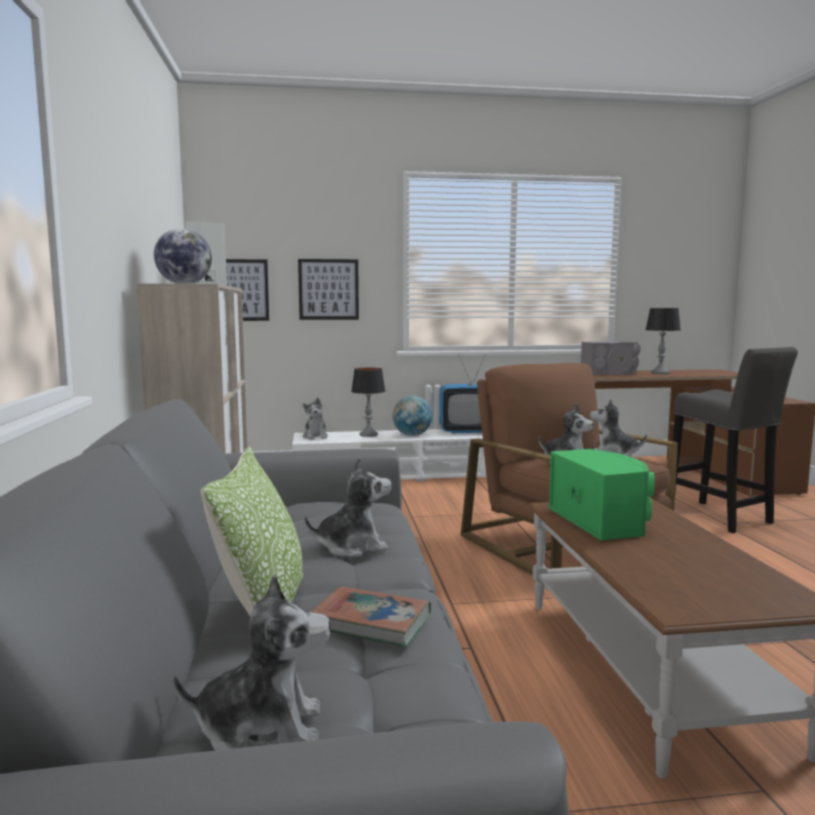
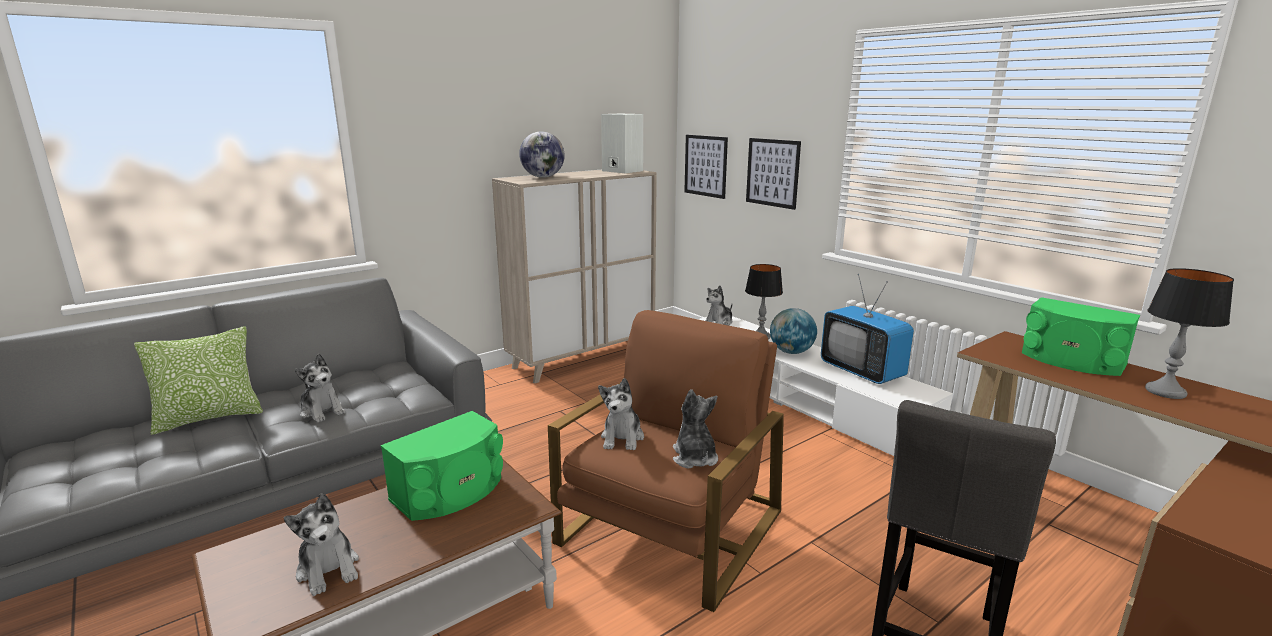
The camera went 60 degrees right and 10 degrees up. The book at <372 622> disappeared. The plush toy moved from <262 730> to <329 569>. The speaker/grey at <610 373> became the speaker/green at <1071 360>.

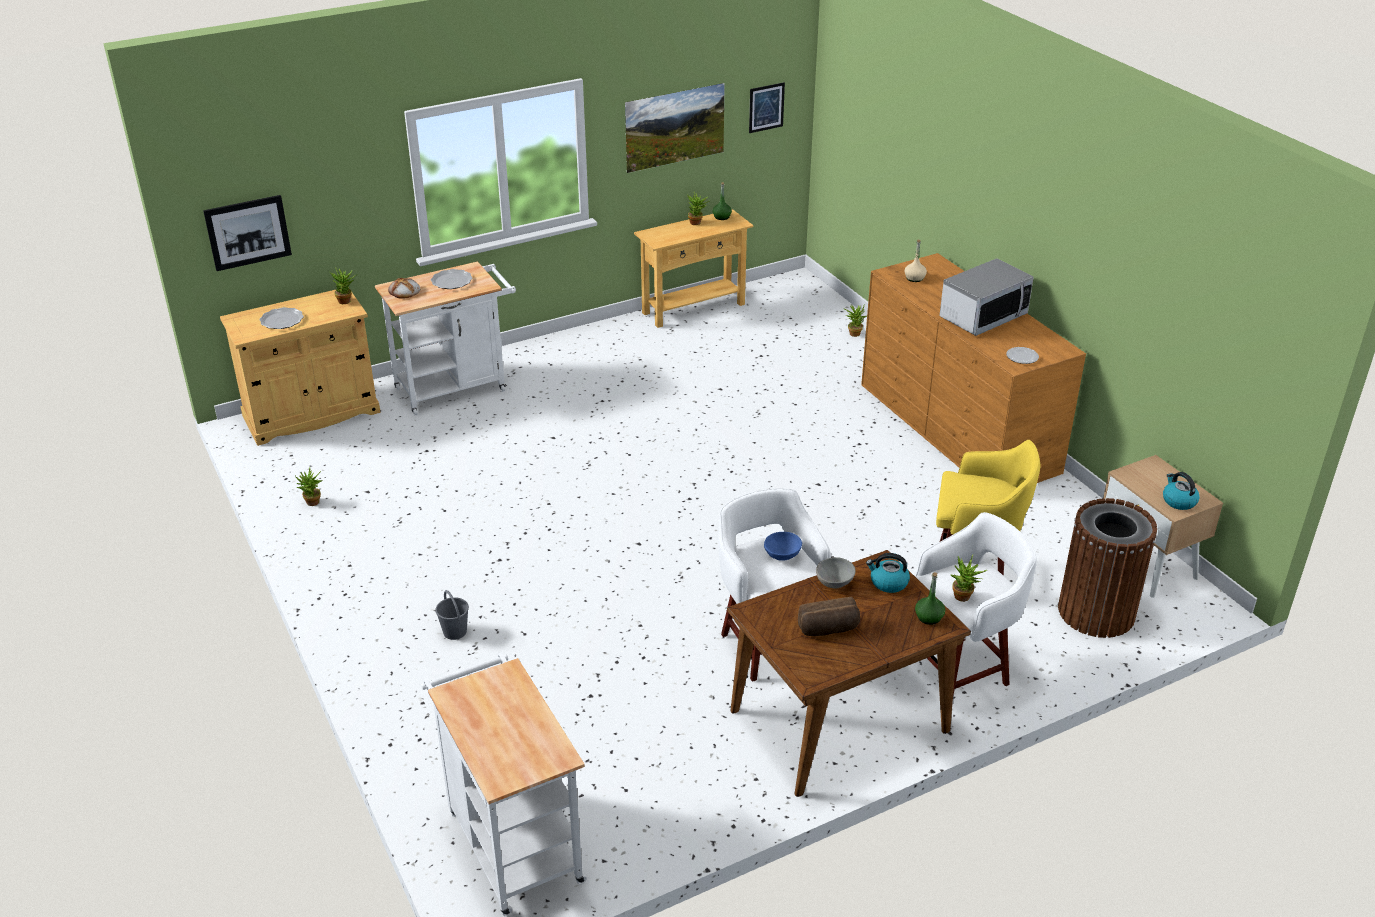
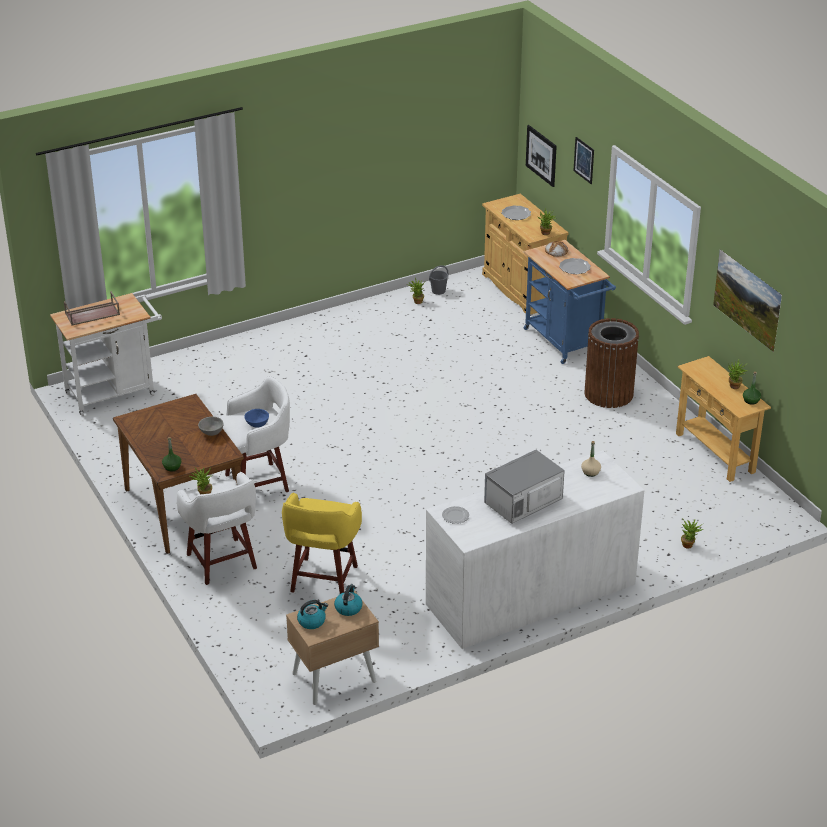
The camera went 90 degrees right and 0 degrees up. The bread at <828 629> disappeared. The tray/brown at <92 314> appeared. The bucket/grey moved from <455 632> to <438 291>. The picture moved from <766 107> to <584 160>. The kettle moved from <888 583> to <348 608>. The trash can/brown moved from <1096 612> to <609 394>. The cart/white at <457 387> became the cart/blue at <565 343>. The dresser/brown at <957 427> became the dresser/white at <531 594>. The microwave at <983 317> turned 90 degrees clockwise.

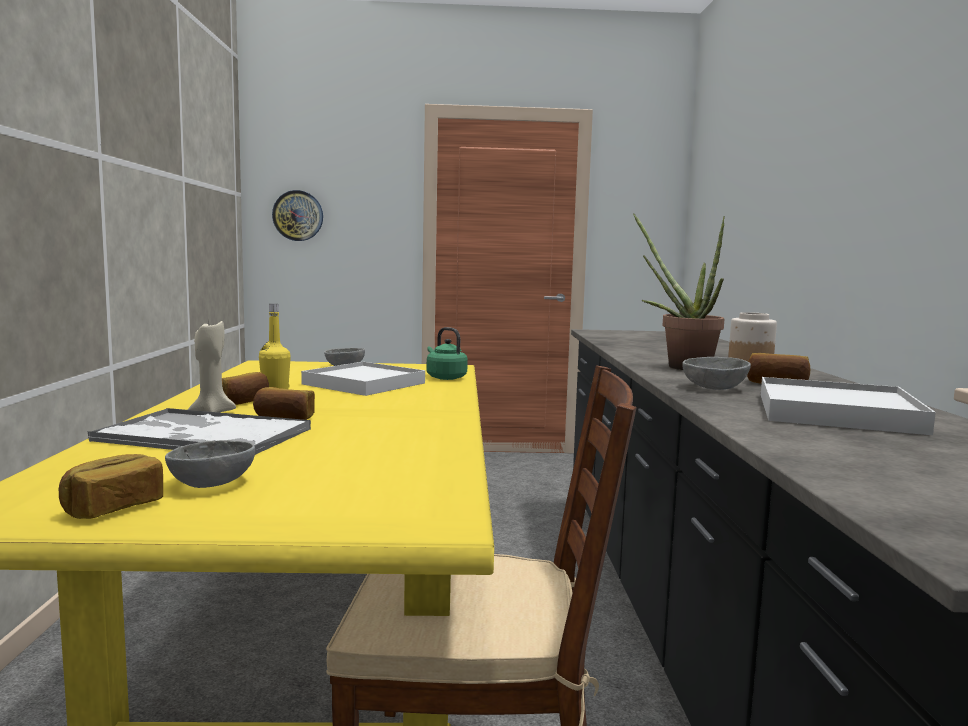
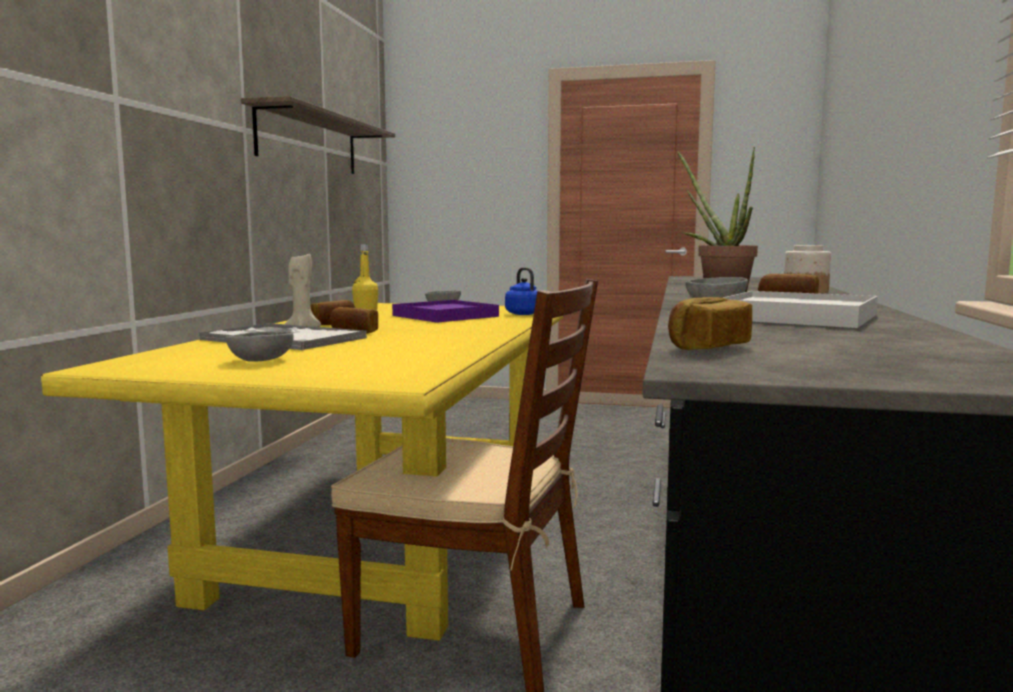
The camera went 15 degrees right and 0 degrees up. The wall clock at <298 215> disappeared. The shelf at <309 142> appeared. The bread moved from <113 507> to <707 347>. The tray/white at <363 384> became the tray/purple at <445 316>. The kettle/green at <445 377> became the kettle/blue at <522 313>.

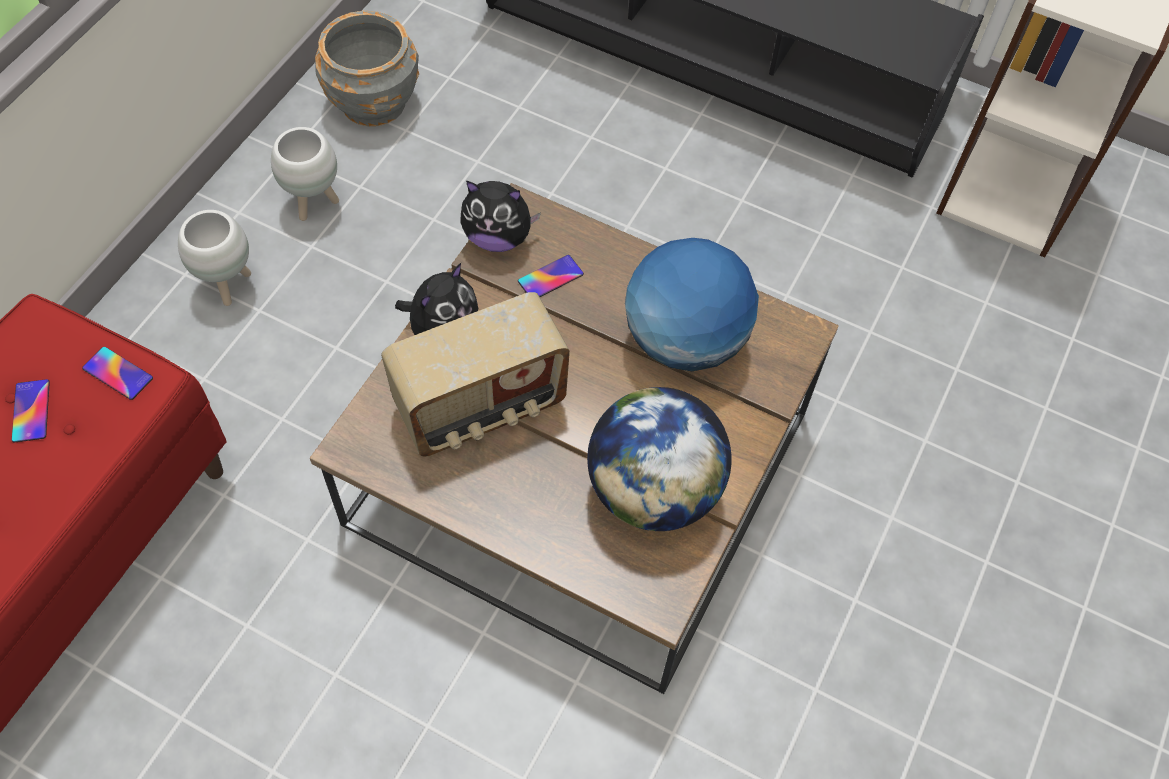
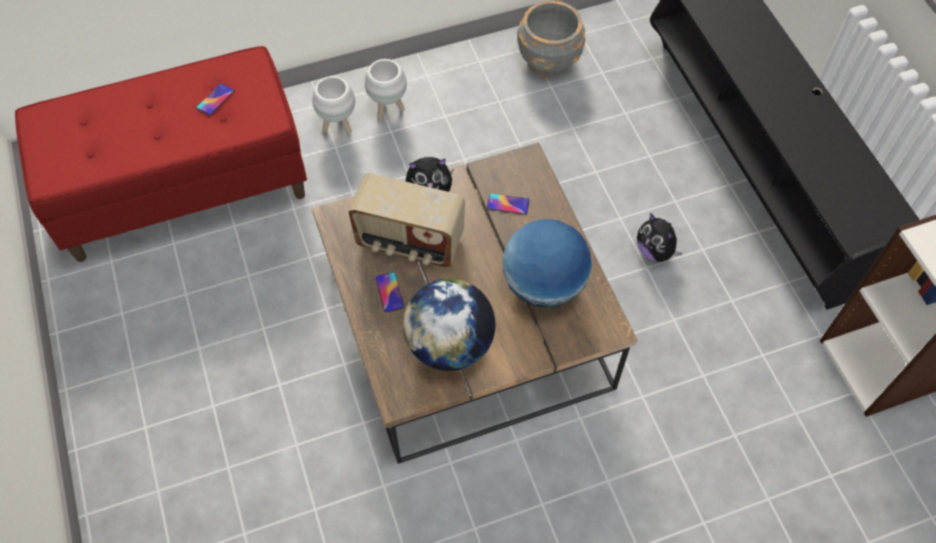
The camera went 45 degrees right and 0 degrees up. The phone moved from <118 373> to <389 292>. The planter/white moved from <314 203> to <338 126>. The plush toy moved from <498 237> to <655 251>.

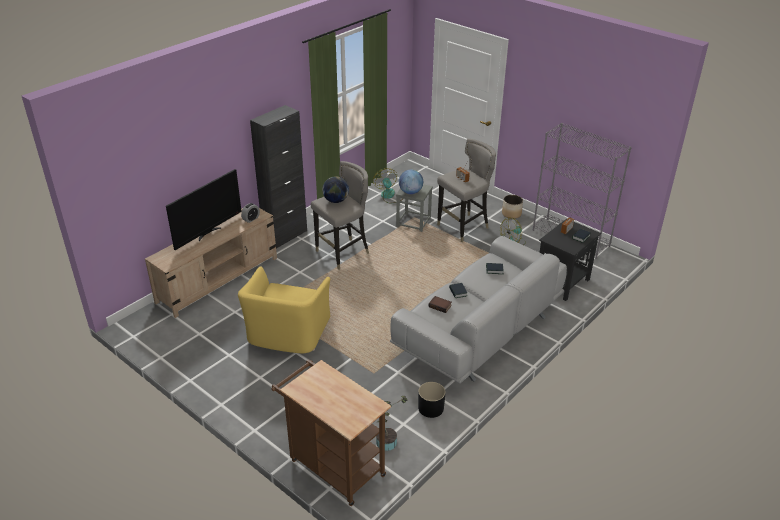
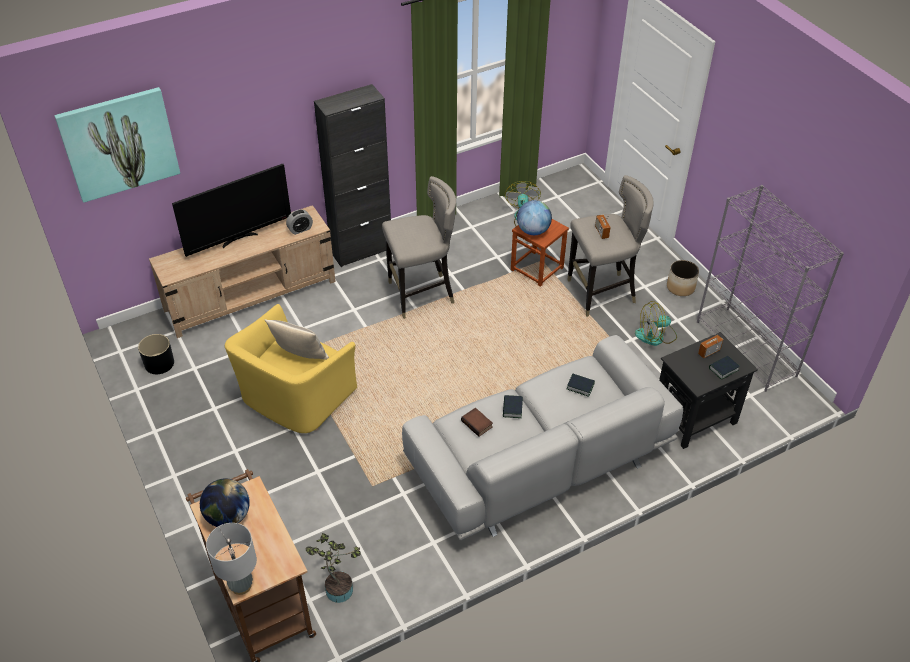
The camera went 20 degrees right and 10 degrees up. The picture at <119 143> appeared. The table lamp/grey at <241 585> appeared. The pillow at <301 356> appeared. The globe moved from <336 201> to <228 516>. The planter/black moved from <431 408> to <159 364>. The stool/grey at <413 222> became the stool/brown at <537 268>.

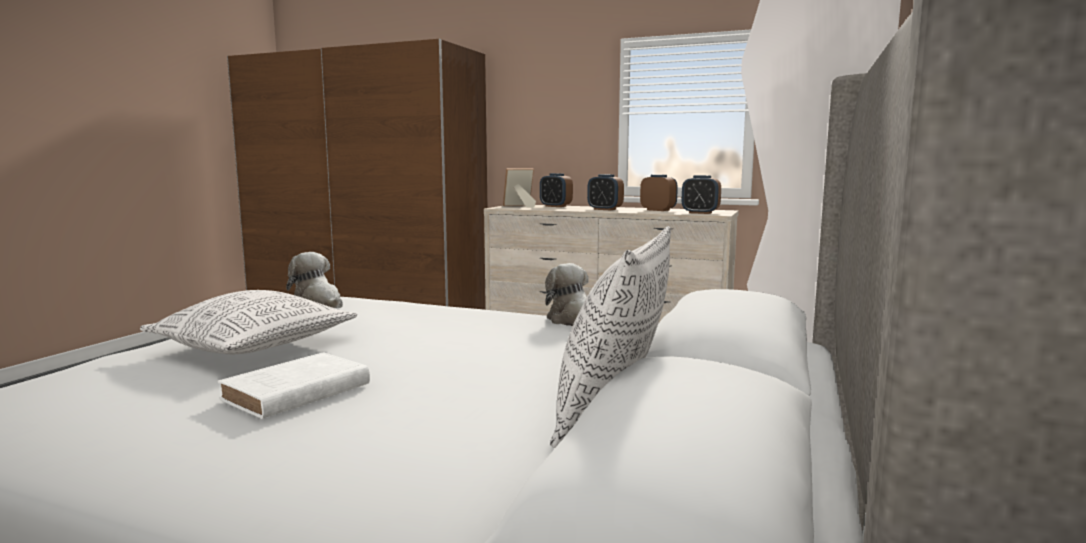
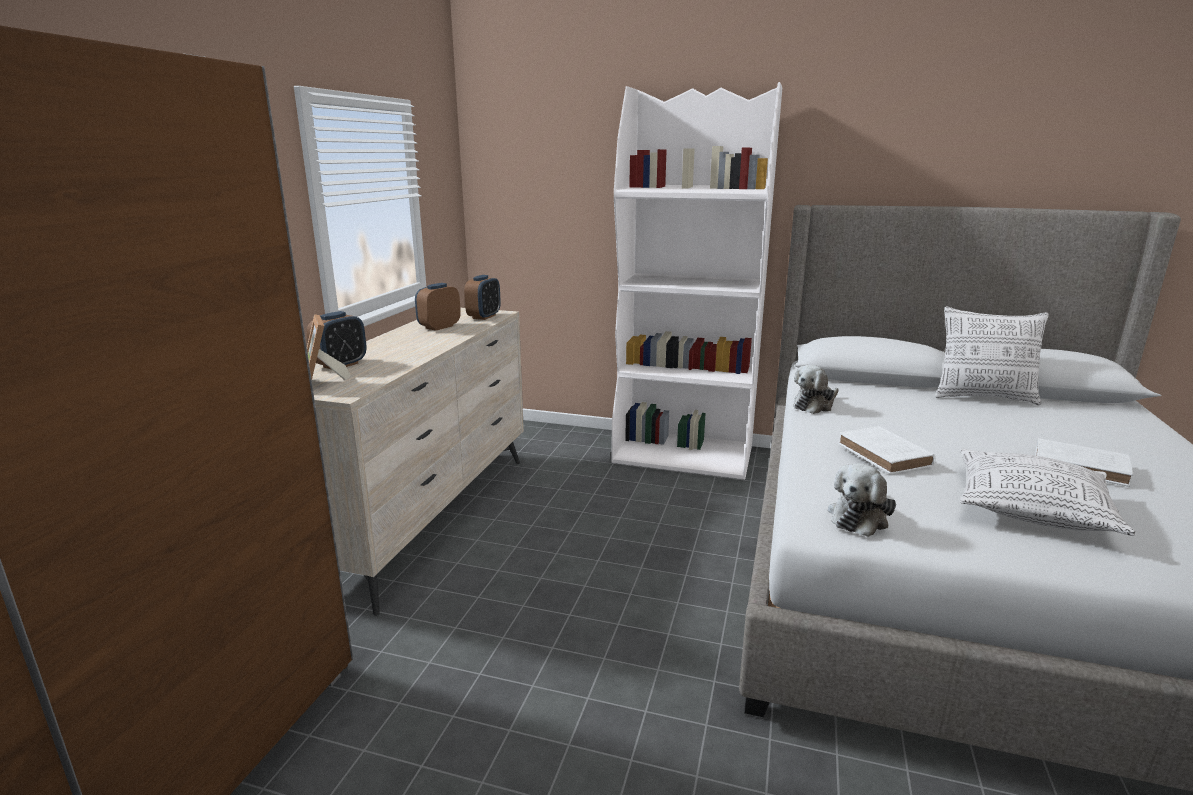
The camera went 95 degrees left and 10 degrees up. The alarm clock at <605 209> disappeared. The book/white at <885 455> appeared.

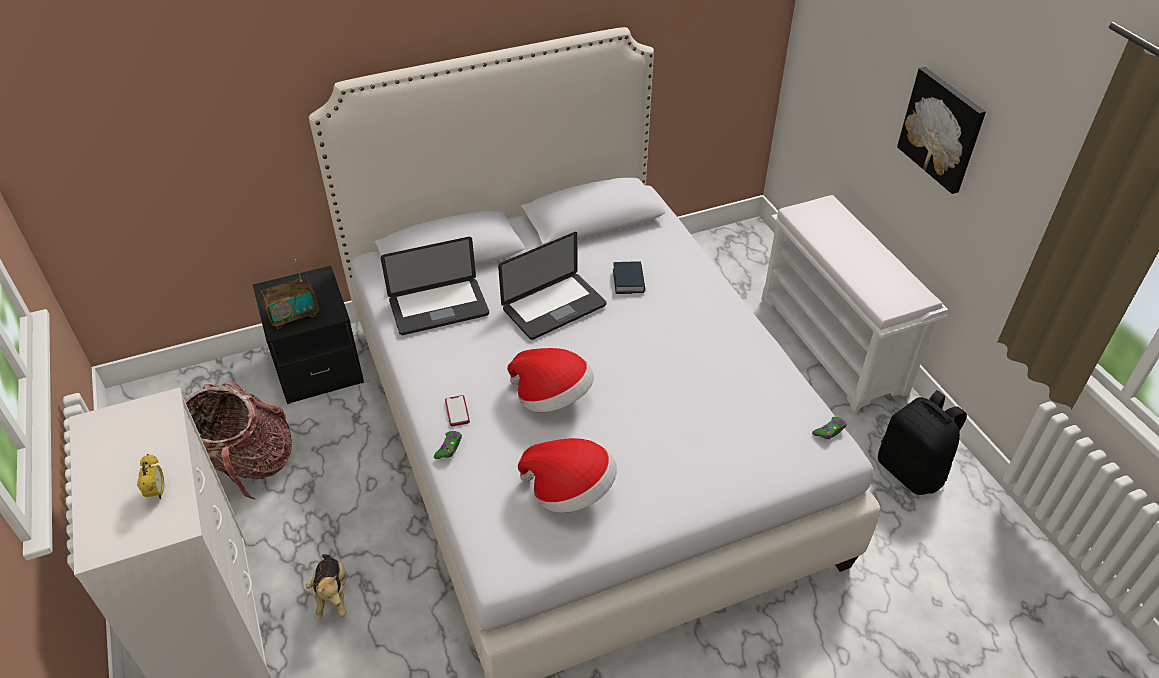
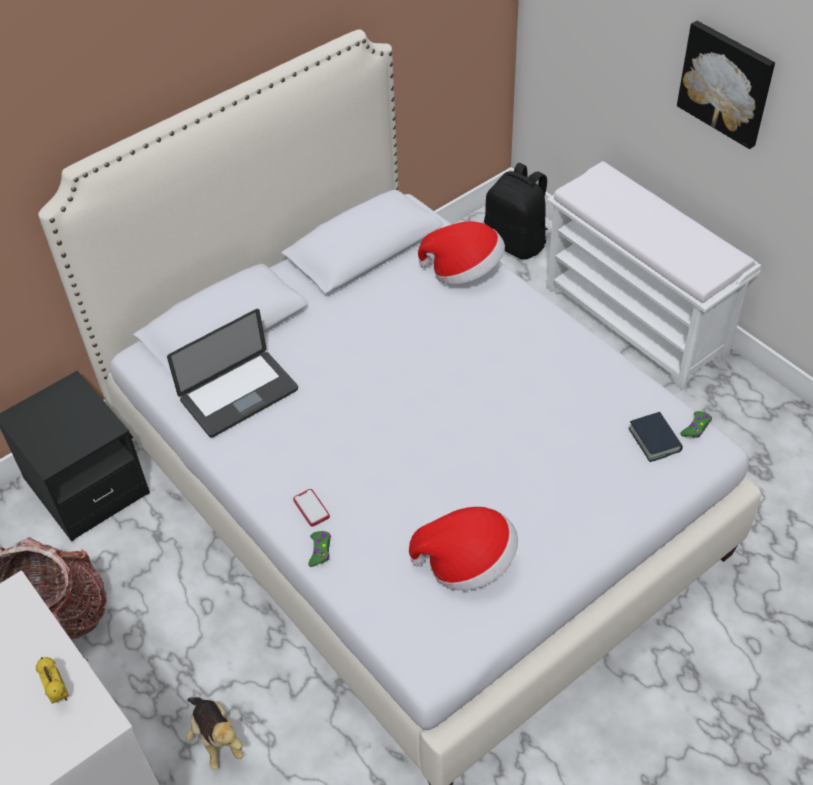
The camera went 15 degrees left and 5 degrees up. The radio at <293 315> disappeared. The laptop at <554 307> disappeared. The hat moved from <552 398> to <464 271>. The book moved from <628 281> to <654 440>. The backpack/black moved from <911 471> to <516 243>.

